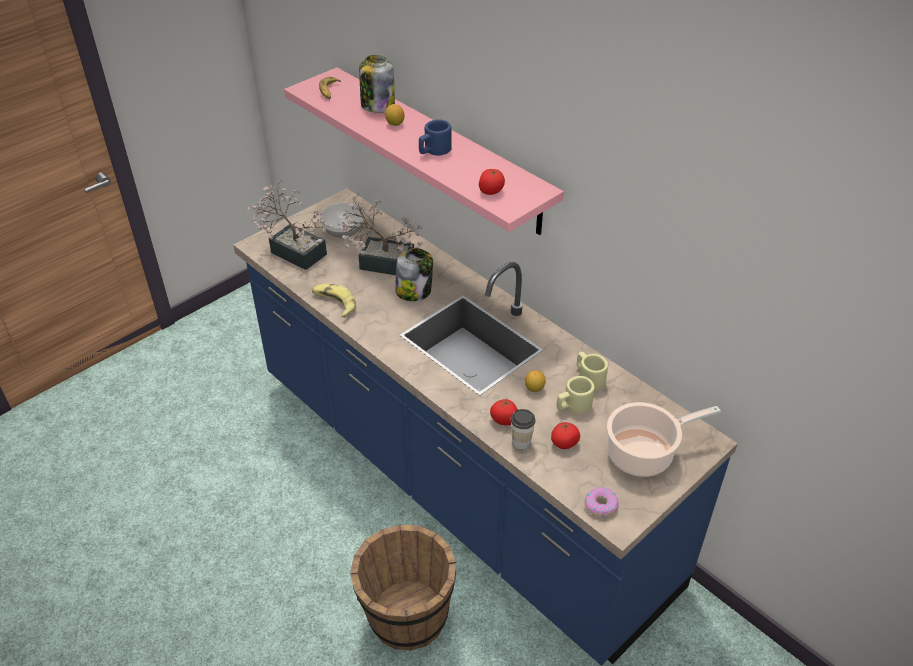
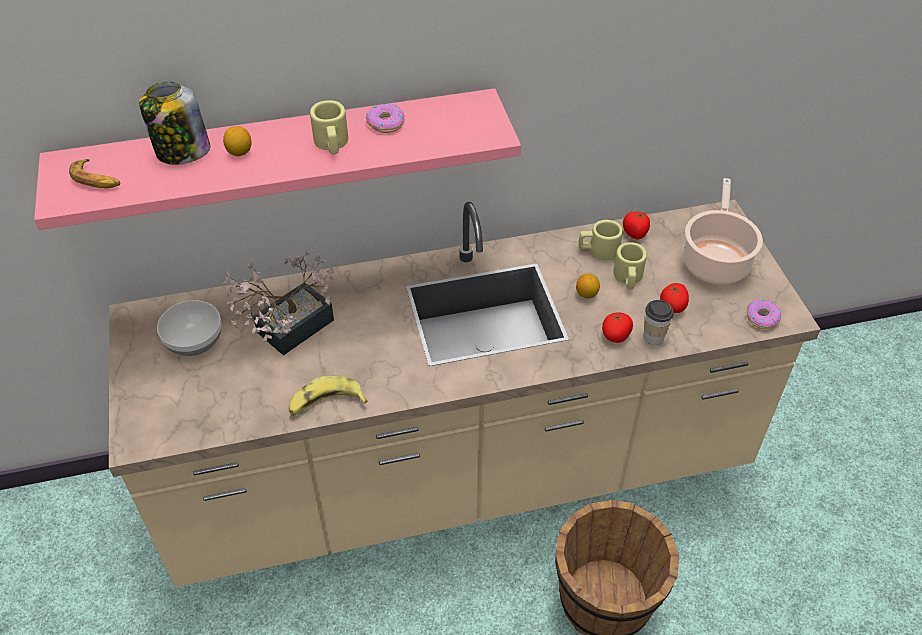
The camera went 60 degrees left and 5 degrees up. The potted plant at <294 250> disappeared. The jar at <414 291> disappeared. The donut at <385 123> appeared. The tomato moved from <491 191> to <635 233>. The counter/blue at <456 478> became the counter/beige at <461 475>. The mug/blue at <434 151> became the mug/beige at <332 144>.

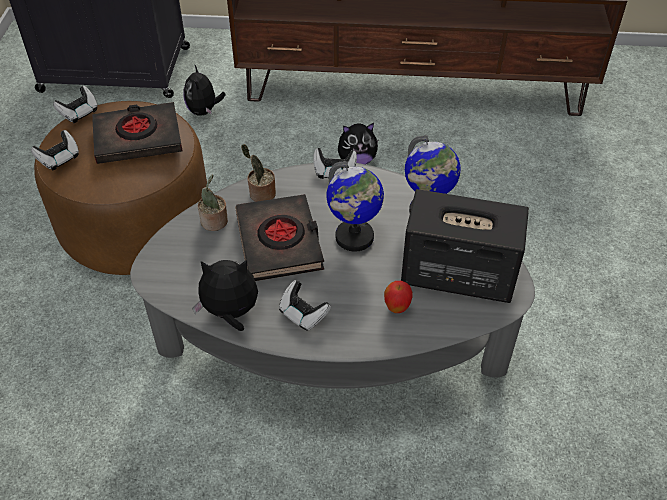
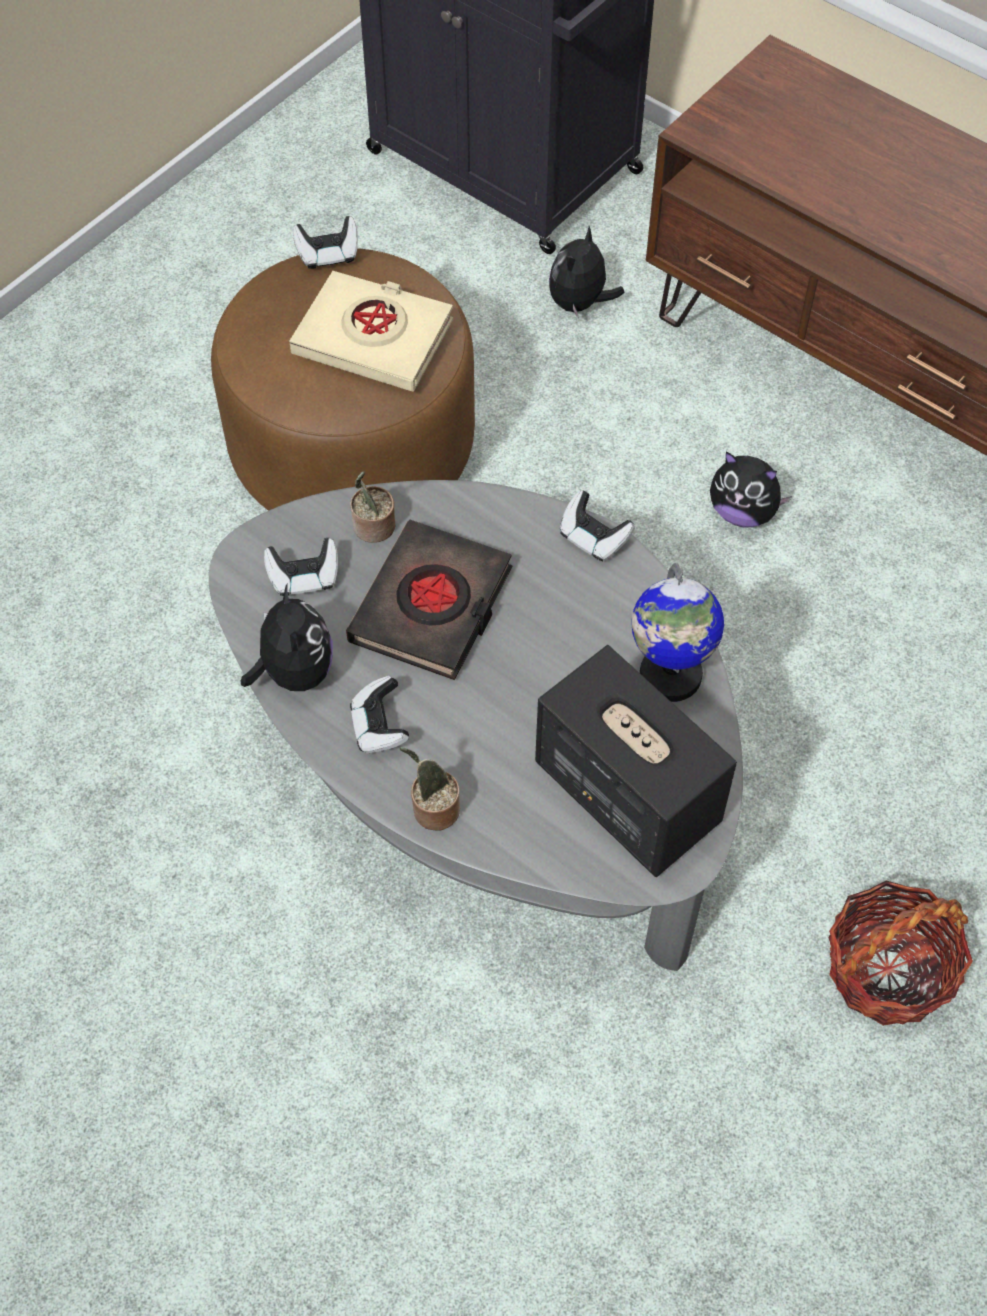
The camera went 35 degrees right and 10 degrees up. The globe at <354 237> disappeared. The apple at <397 308> disappeared. The basket at <887 970> appeared. The game controller moved from <59 159> to <304 578>. The potted plant moved from <260 194> to <432 809>. The book/black at <138 138> became the book/beige at <373 338>. The plush toy at <230 313> turned 45 degrees clockwise.

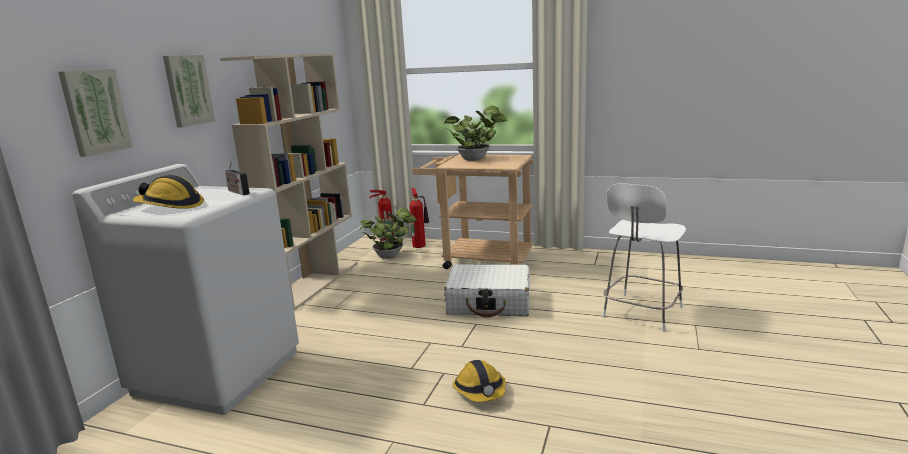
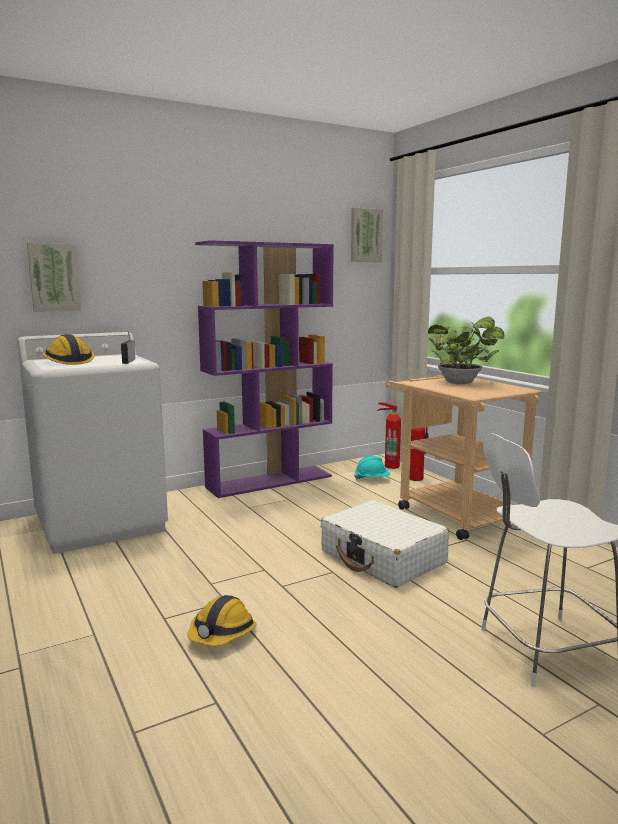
The camera went 40 degrees right and 5 degrees down. The picture moved from <187 90> to <365 235>. The potted plant at <391 256> was replaced by the hard hat/turquoise at <372 479>. The bookcase/beige at <313 283> became the bookcase/purple at <270 481>.

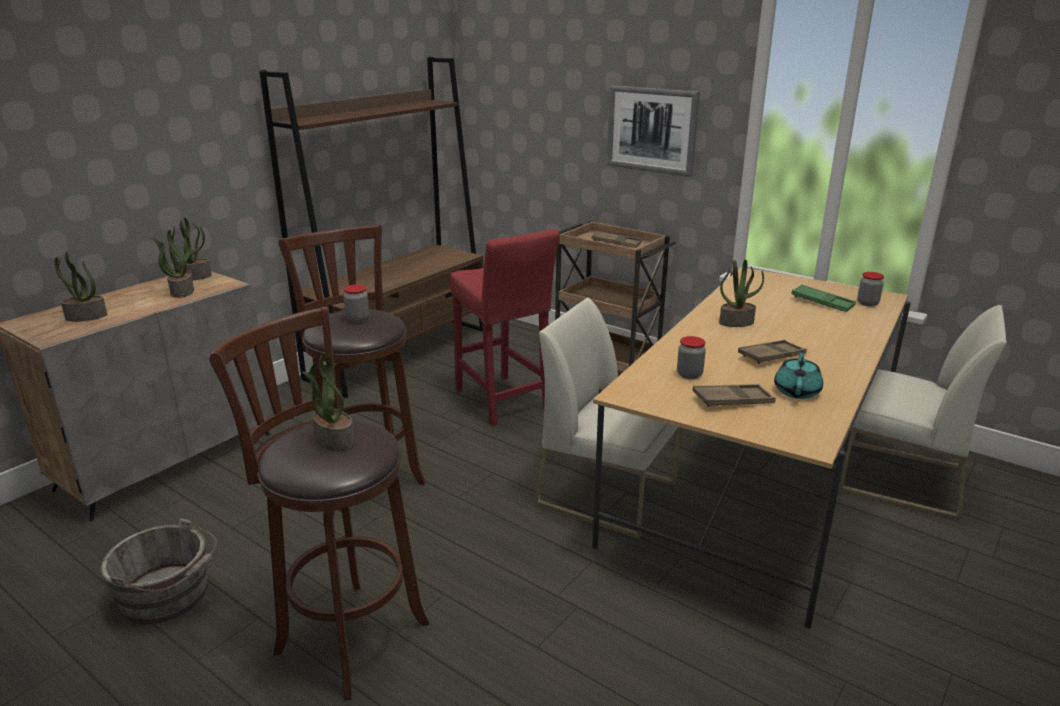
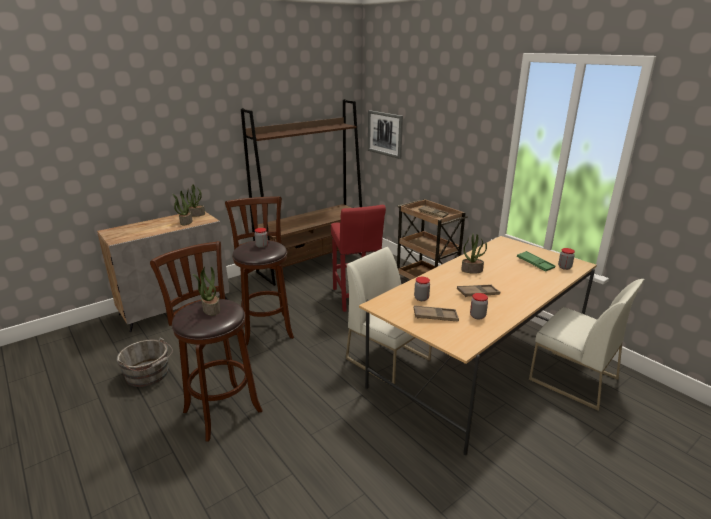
The camera went 15 degrees right and 0 degrees up. The potted plant at <85 317> disappeared. The picture moved from <651 130> to <385 134>. The teapot/turquoise at <797 391> was replaced by the jar at <477 316>.

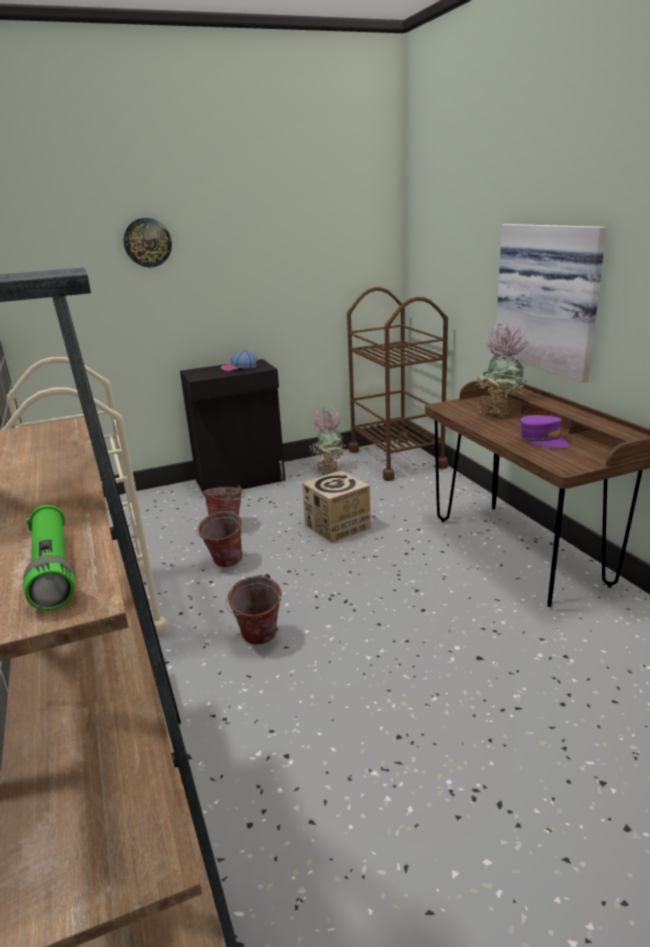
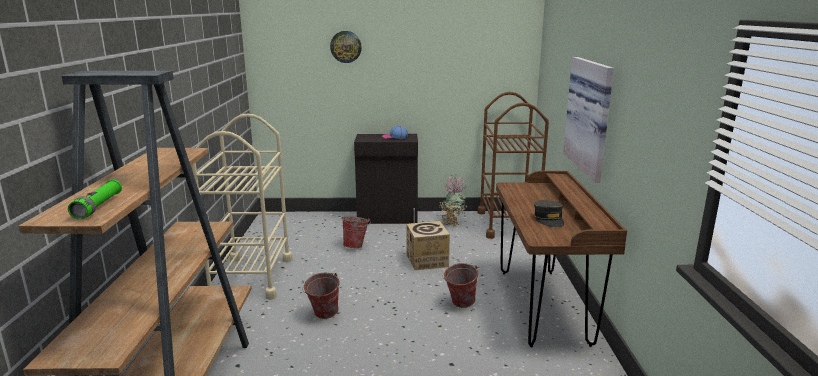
The camera went 20 degrees right and 5 degrees down. The potted plant at <498 413> disappeared. The bucket moved from <224 563> to <459 304>. The cap/purple at <543 439> became the cap/grey at <549 219>.

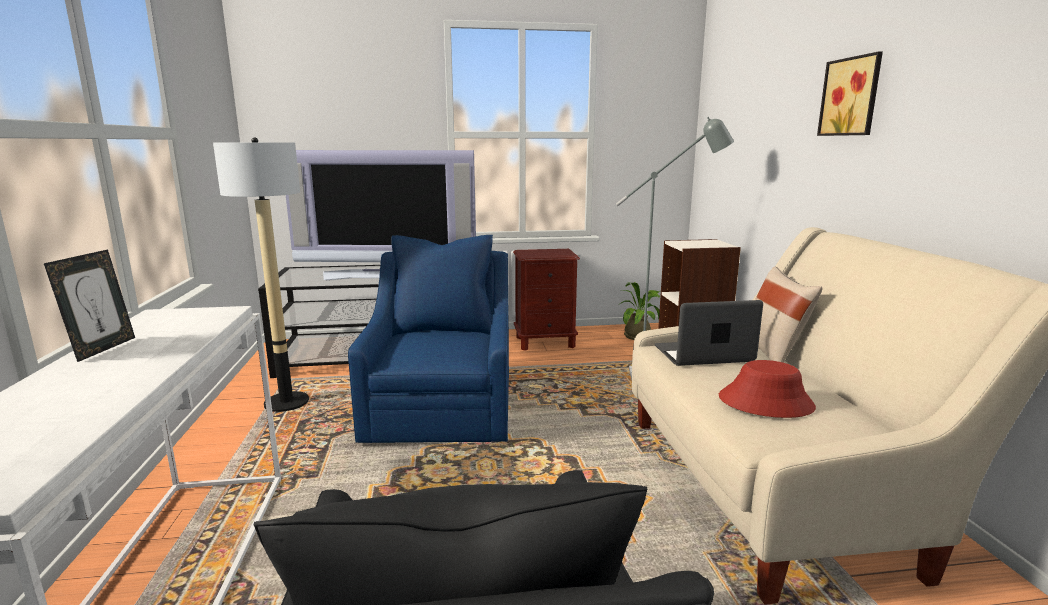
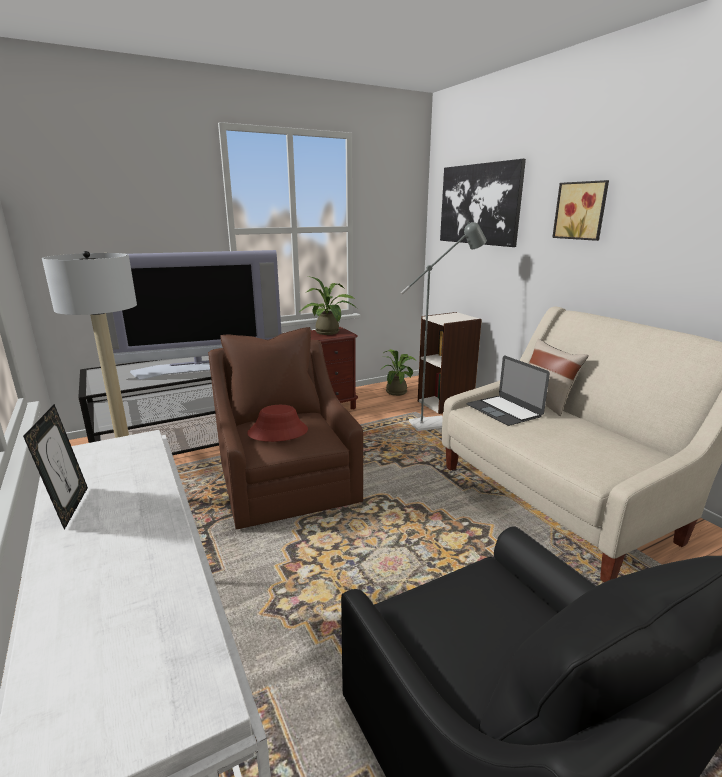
The camera went 20 degrees left and 5 degrees up. The potted plant at <329 333> appeared. The picture at <479 204> appeared. The hat/red moved from <765 402> to <278 432>. The armchair/blue at <443 408> became the armchair/brown at <286 481>. The laptop at <703 354> turned 90 degrees counterclockwise.

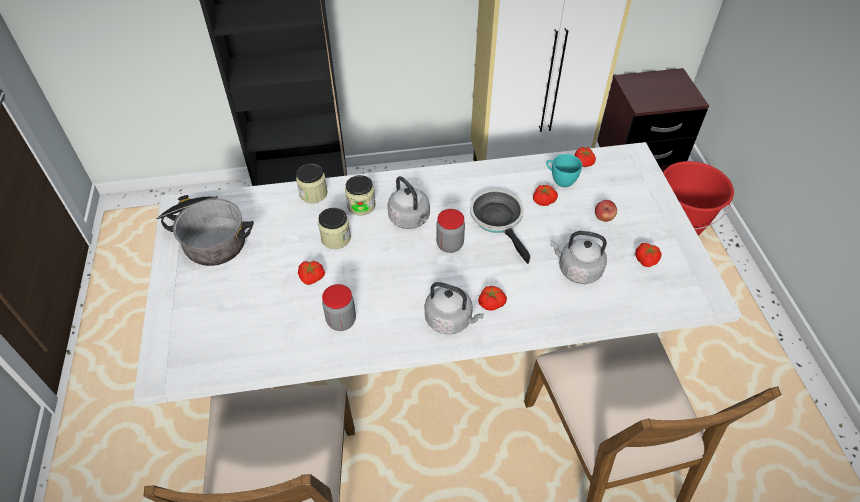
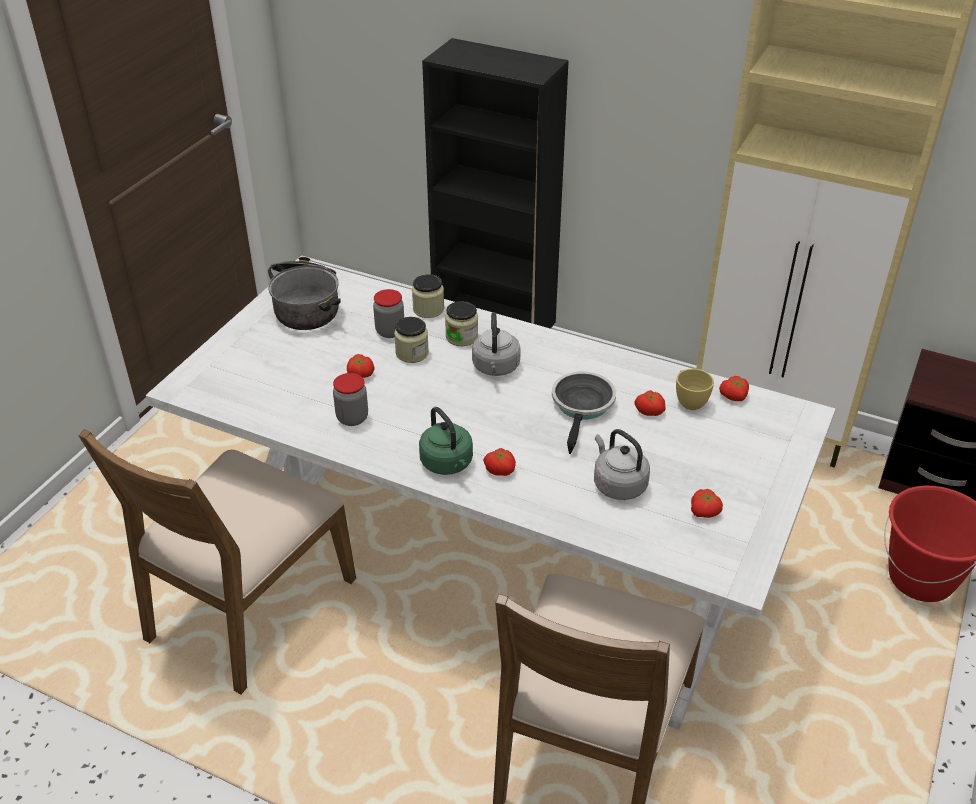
The camera went 35 degrees right and 10 degrees down. The apple at <603 218> disappeared. The jar moved from <450 244> to <390 331>. The kettle/grey at <451 320> became the kettle/green at <448 464>. The cup/turquoise at <560 180> became the cup/yellow at <689 401>.

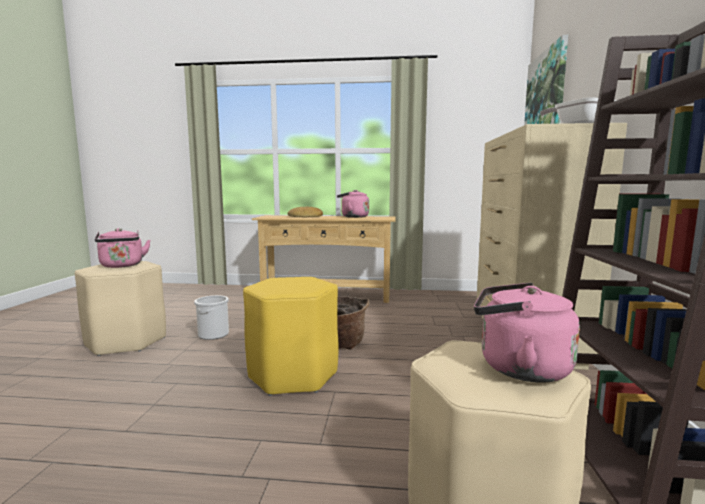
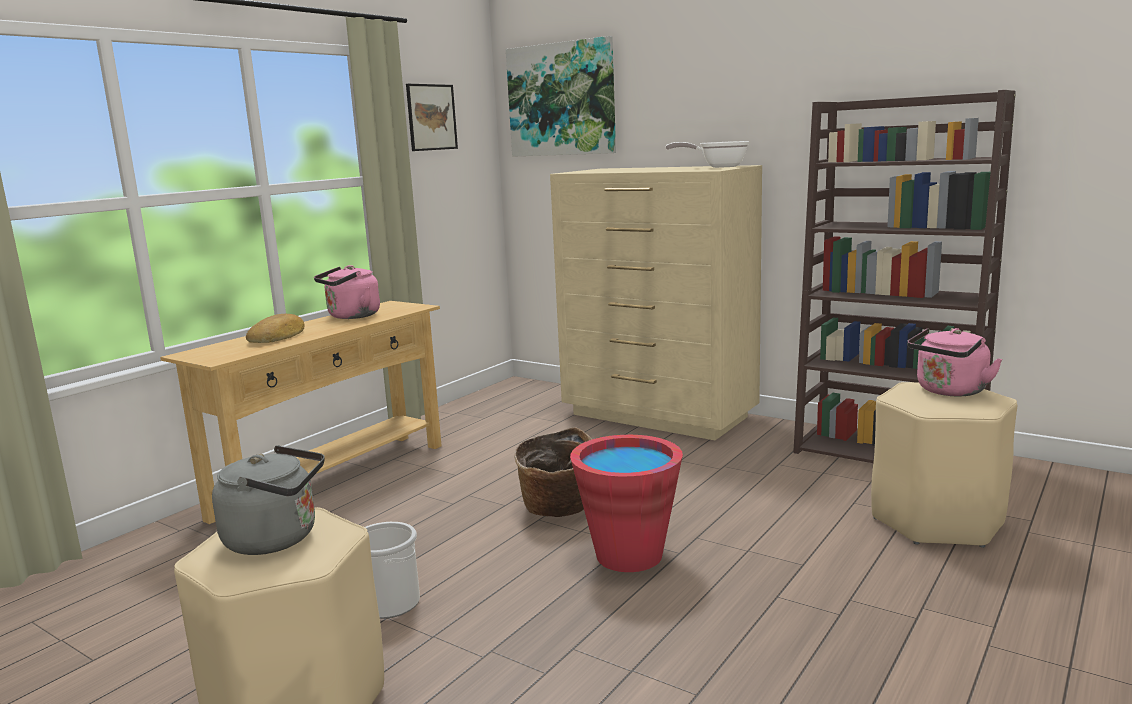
The camera went 60 degrees left and 5 degrees up. The picture at <431 117> appeared. The stool/yellow at <292 375> was replaced by the bucket/red at <629 555>. The kettle/pink at <122 266> became the kettle/grey at <277 539>.

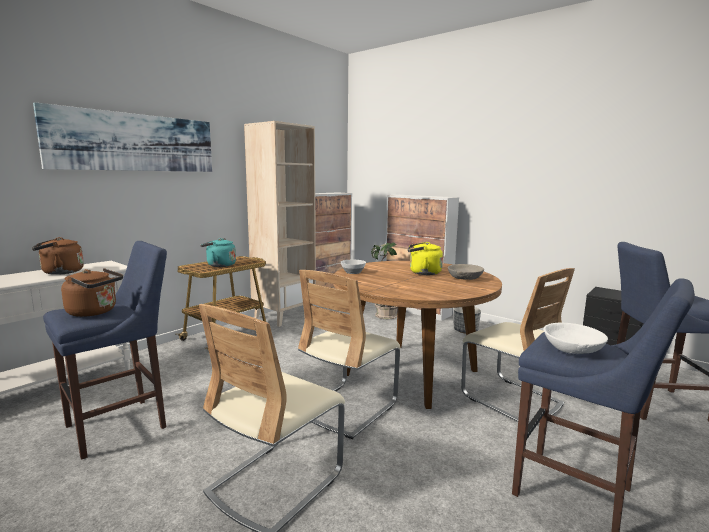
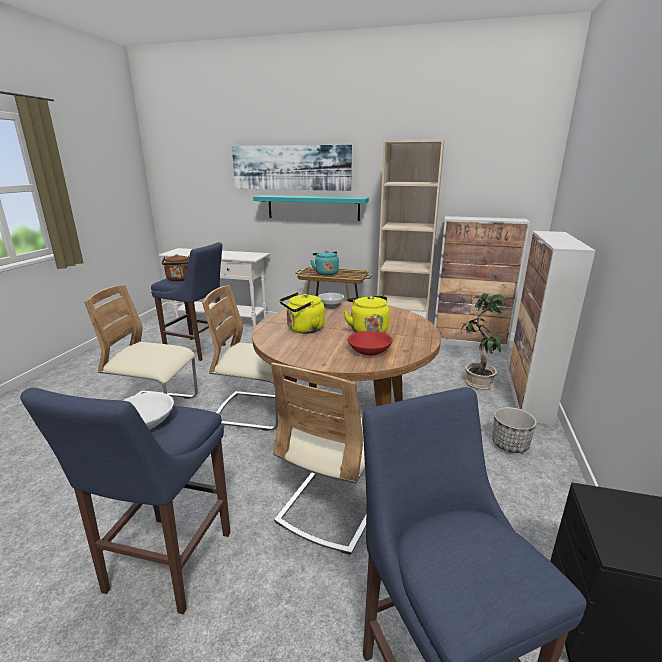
The camera went 65 degrees right and 10 degrees up. The kettle/brown at <60 272> disappeared. The shelf/turquoise at <313 207> appeared. The kettle/yellow at <303 329> appeared. The bowl/grey at <465 278> became the bowl/red at <369 351>.

